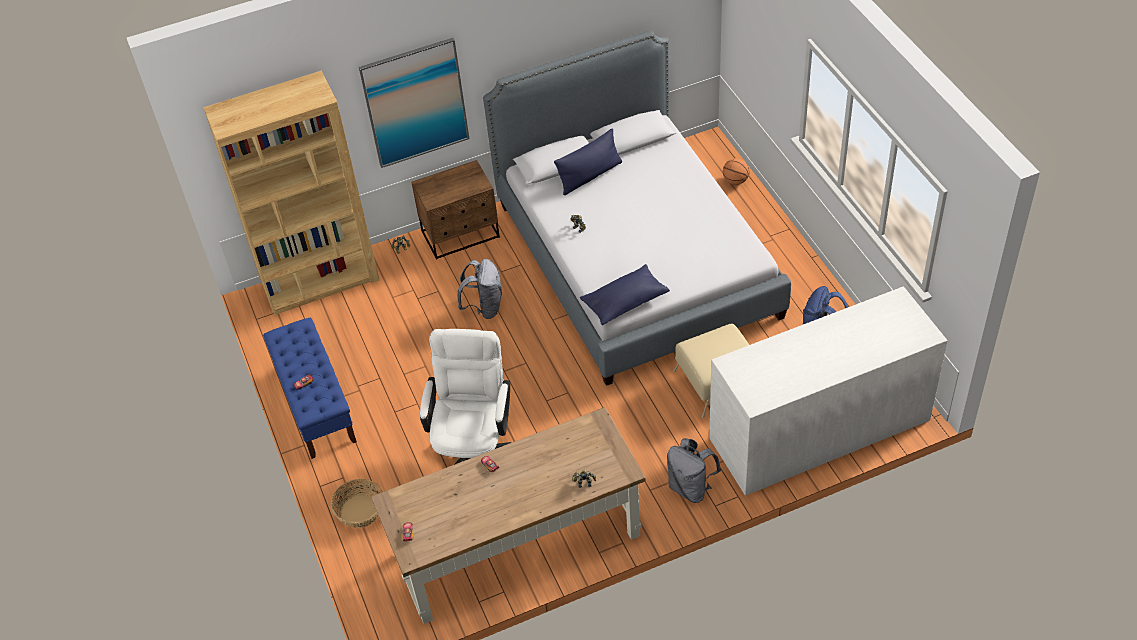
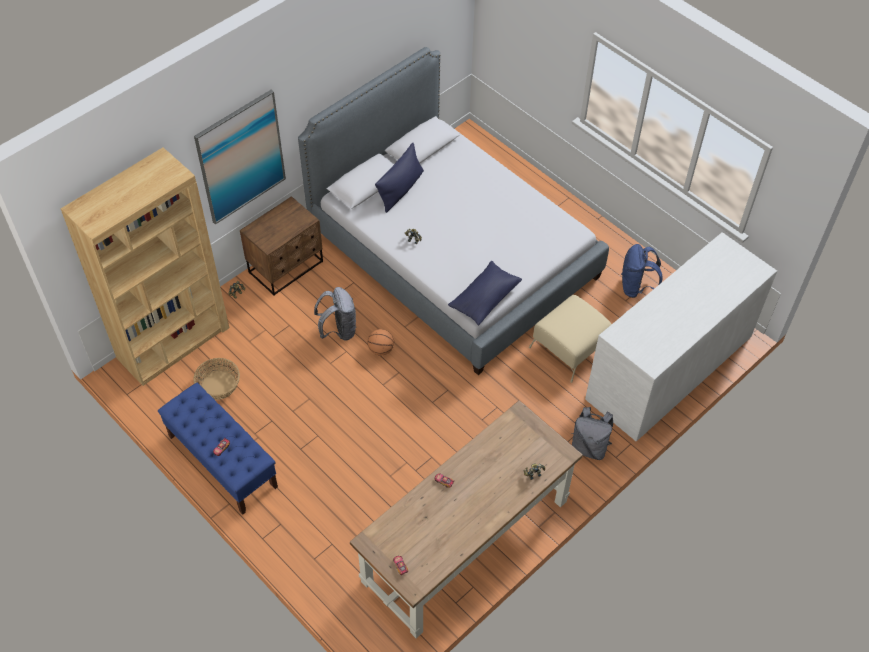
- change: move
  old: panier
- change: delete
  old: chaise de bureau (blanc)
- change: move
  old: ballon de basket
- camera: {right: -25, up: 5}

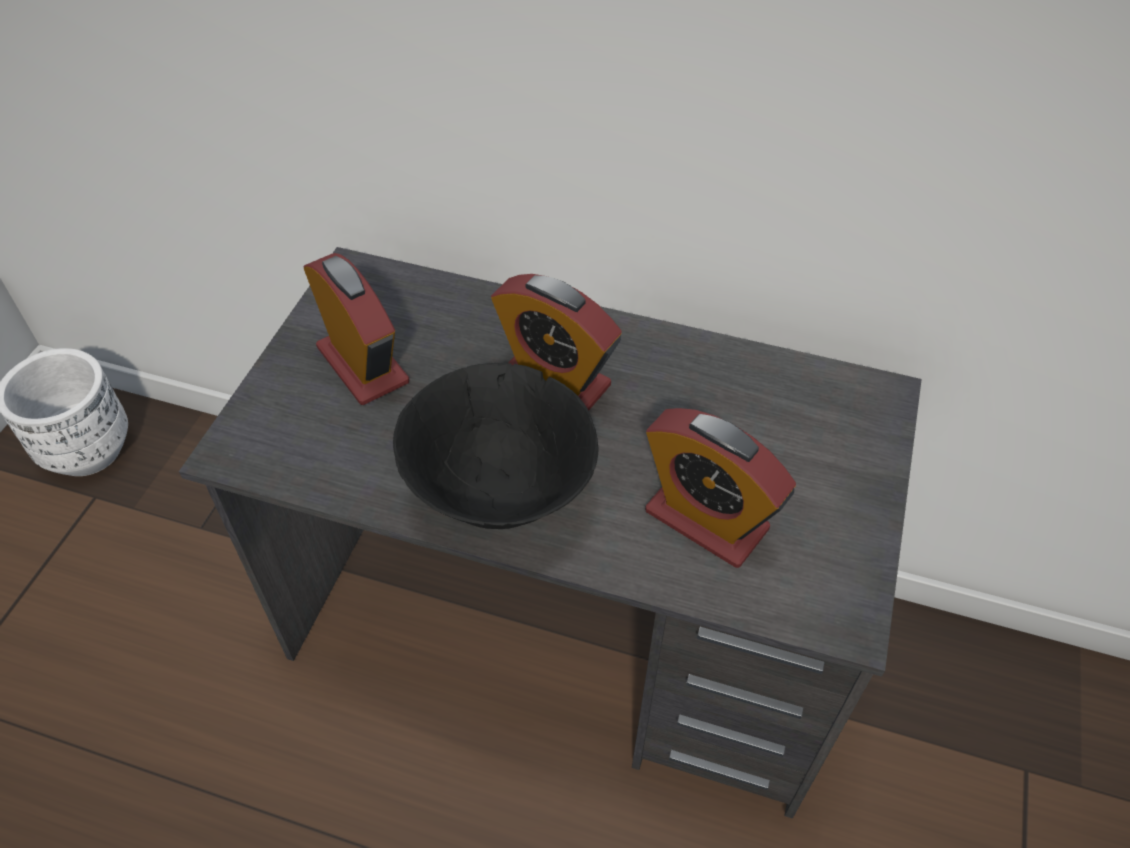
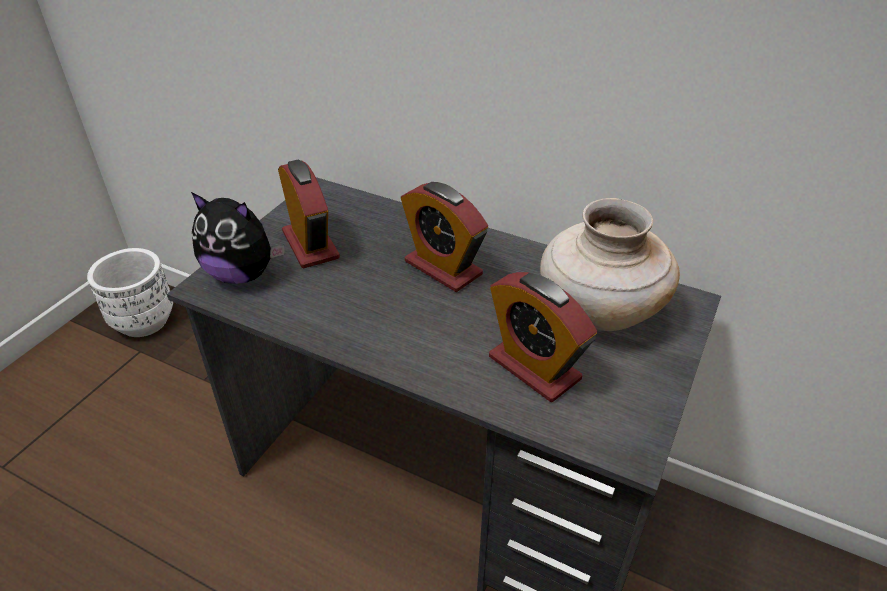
- change: delete
  old: bol (noir)
- change: insert
  new: peluche
- change: insert
  new: vase (beige)
- camera: {right: 10, up: -10}

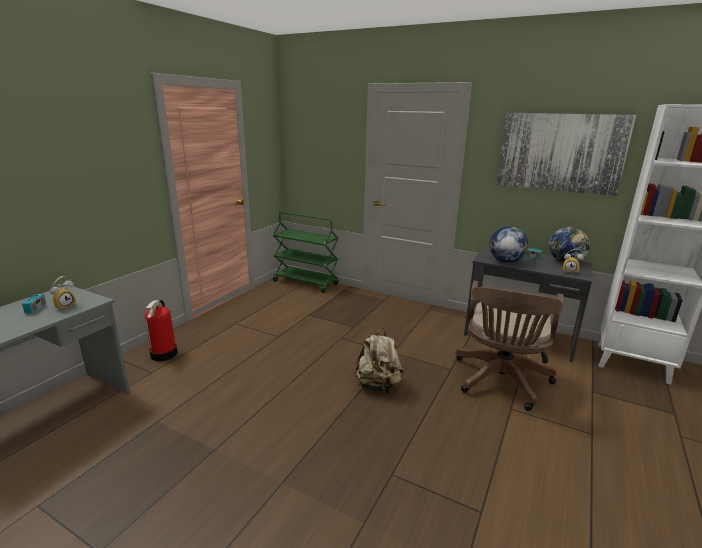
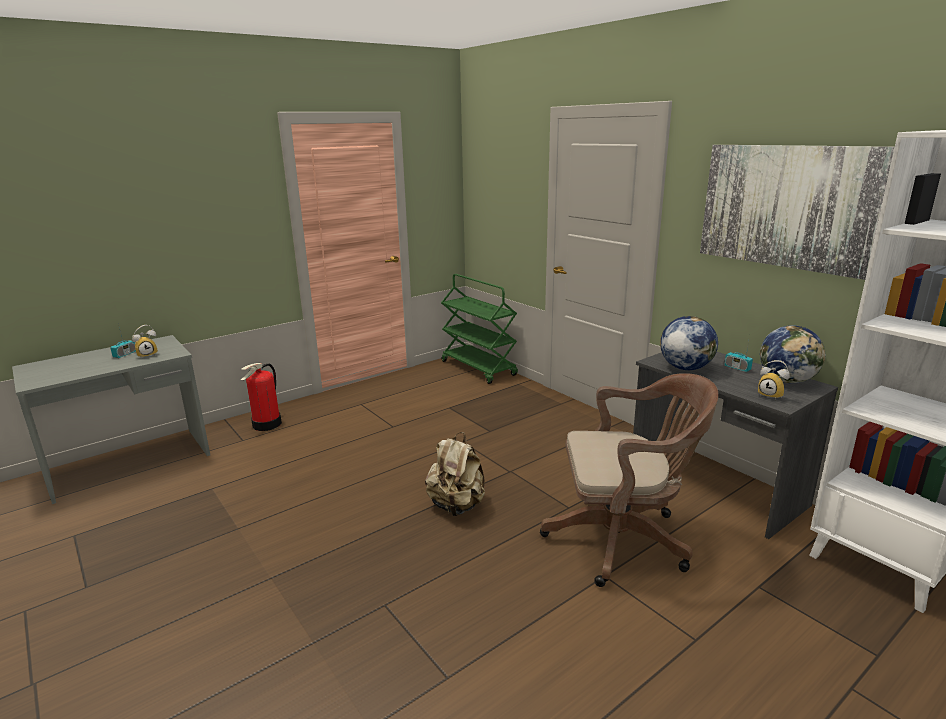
- change: rotate
  old: chaise de bureau (marron)
  degrees: -135
- camera: {right: 25, up: 0}

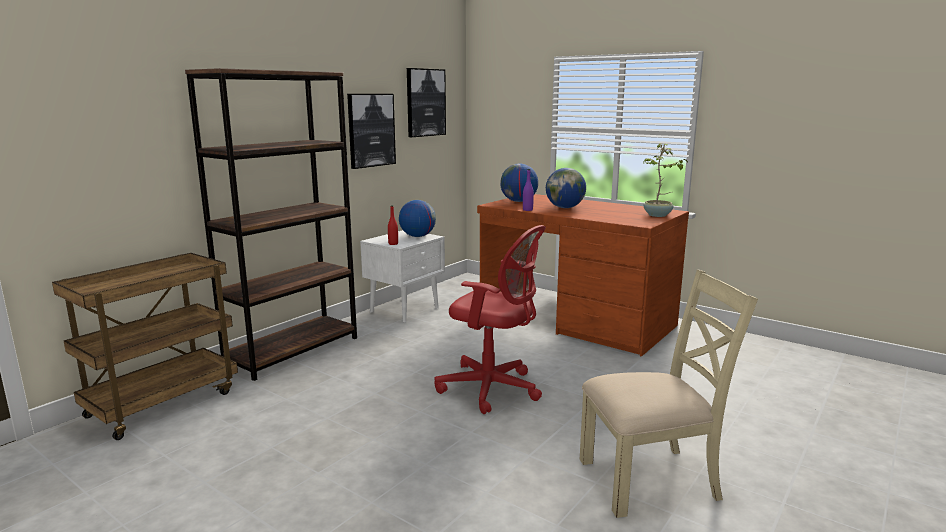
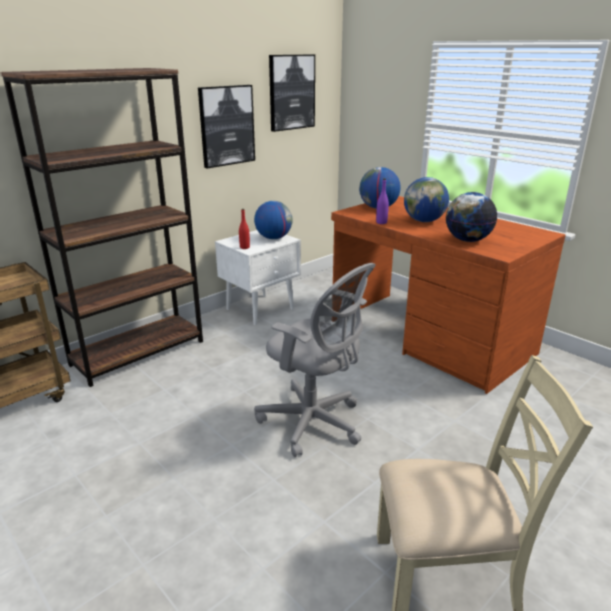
- change: recolor
  old: chaise de bureau (rouge)
  new: chaise de bureau (gris)
- change: delete
  old: plante en pot
- change: insert
  new: globe (4th from left)
- camera: {right: 10, up: 10}

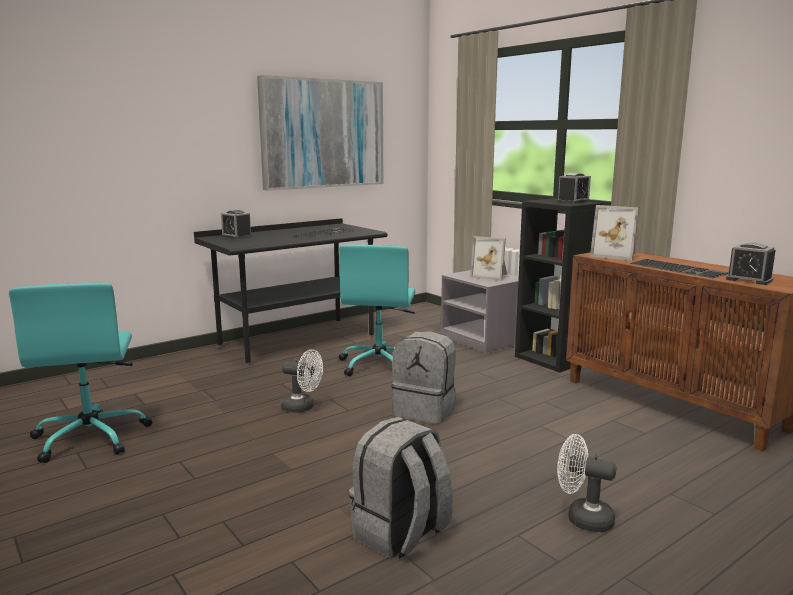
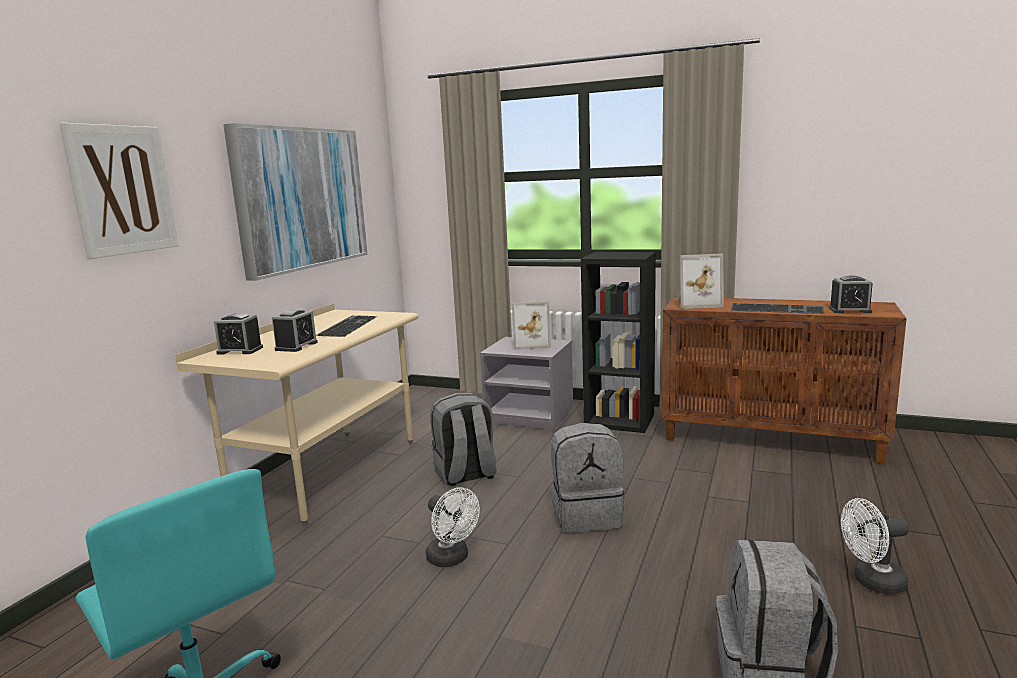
- change: recolor
  old: bureau (noir)
  new: bureau (beige)
- change: rotate
  old: ventilateur (blanc) (1st from left)
  degrees: 60
- change: replace
  old: chaise de bureau (turquoise) (2nd from left)
  new: sac à dos (gris) (1st from left)
- change: move
  old: réveil (2nd from left)
- change: insert
  new: tableau (1st from left)
- camera: {right: -30, up: 0}

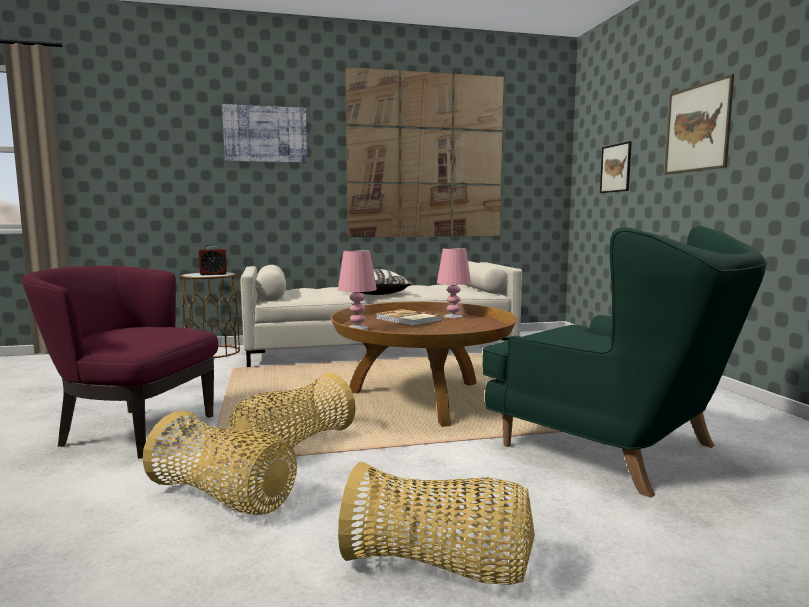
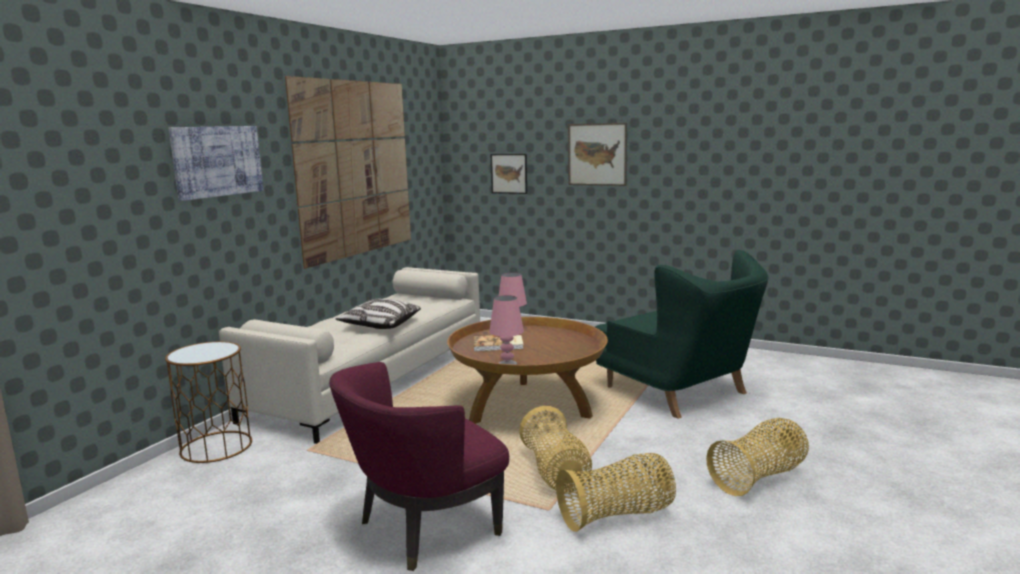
- change: delete
  old: réveil
- change: rotate
  old: fauteuil (vert)
  degrees: 60
- camera: {right: -50, up: 5}

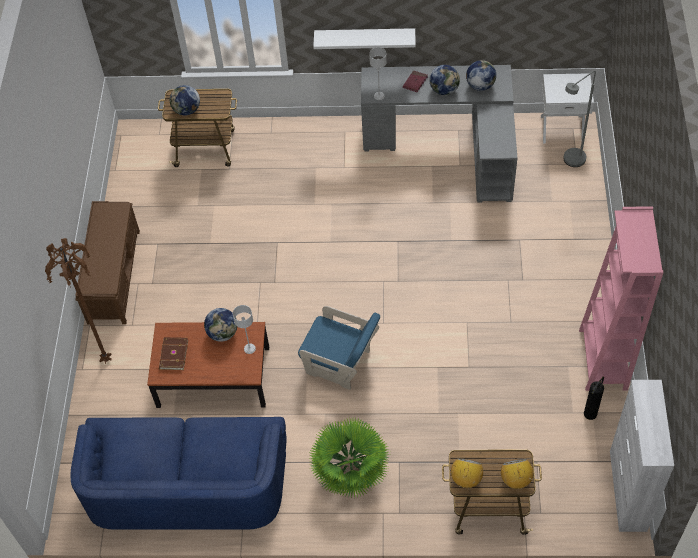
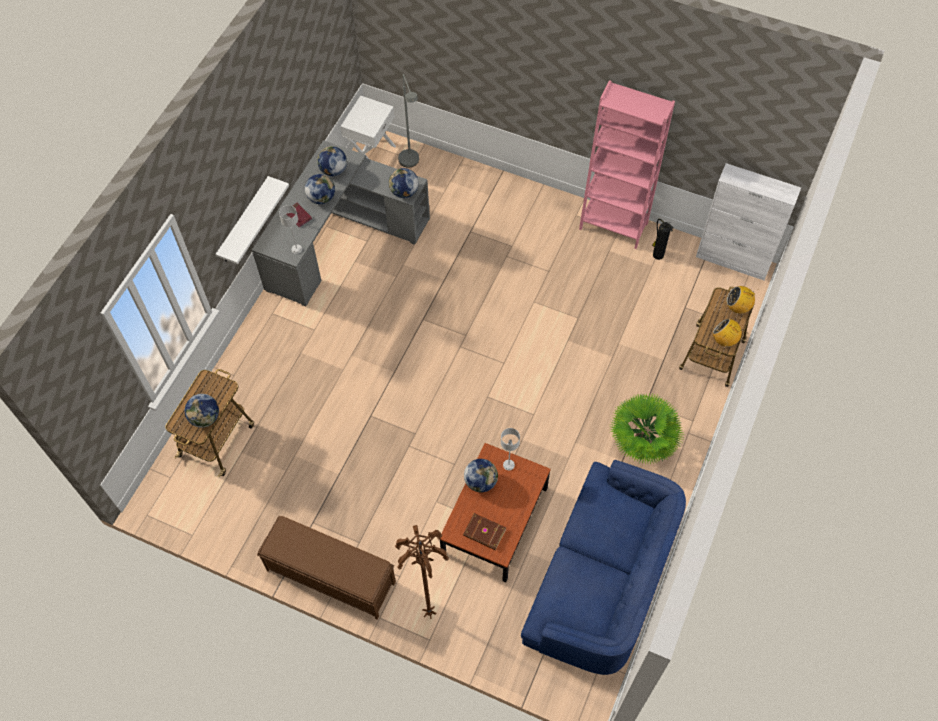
- change: delete
  old: fauteuil (bleu)
- change: insert
  new: globe (4th from left)
- camera: {right: -70, up: 5}

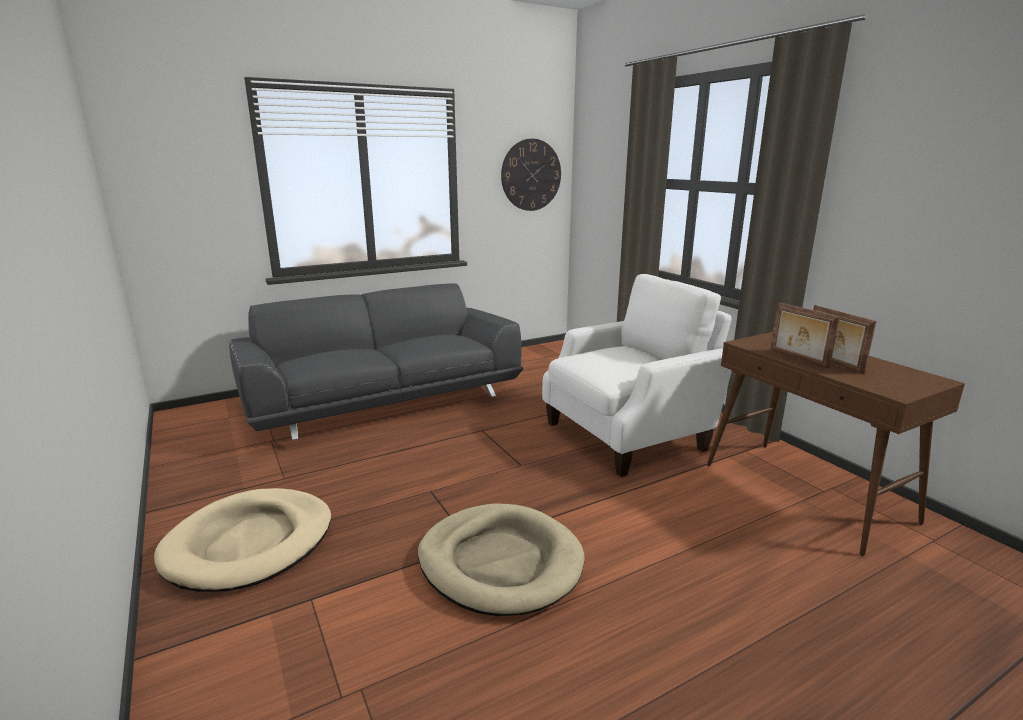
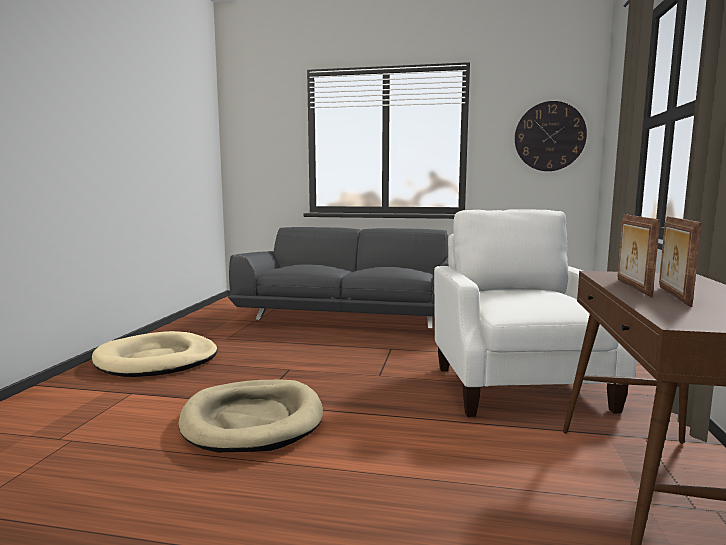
- change: rotate
  old: fauteuil (blanc)
  degrees: -105
- camera: {right: 40, up: -10}

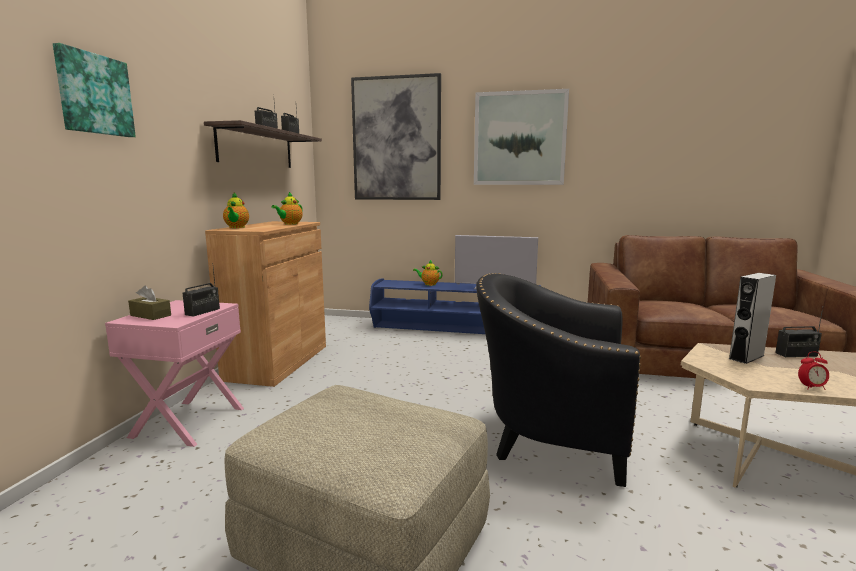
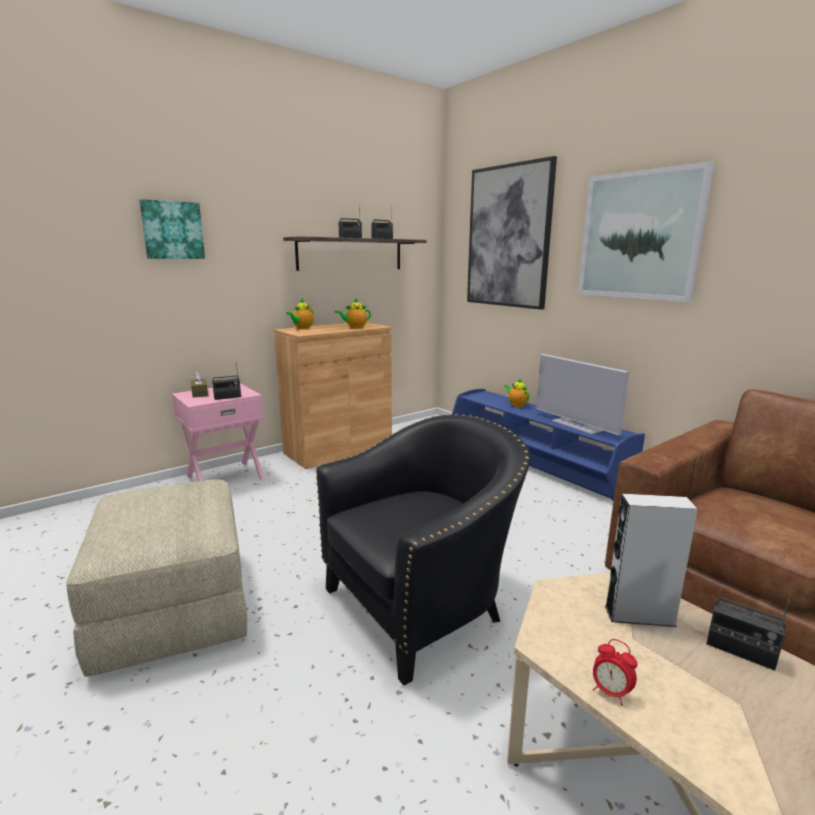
- change: rotate
  old: fauteuil (noir)
  degrees: 90
- camera: {right: 40, up: 5}

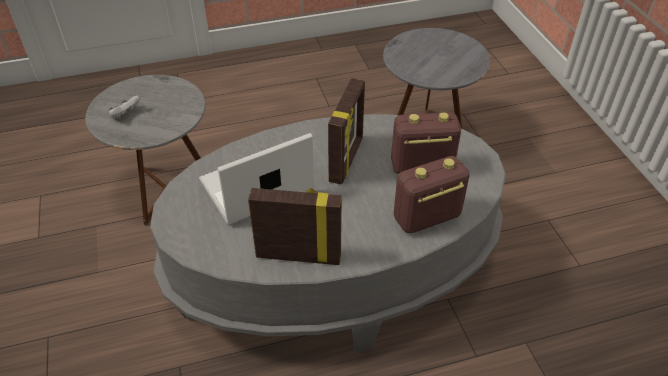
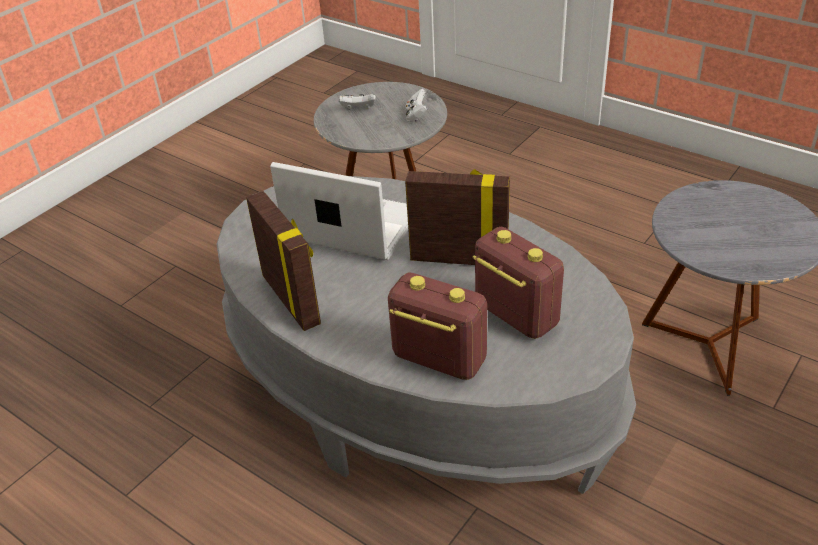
- change: rotate
  old: cadre photo (2nd from left)
  degrees: -150
- change: insert
  new: manette (blanc) (2nd from left)
- camera: {right: 55, up: -5}

